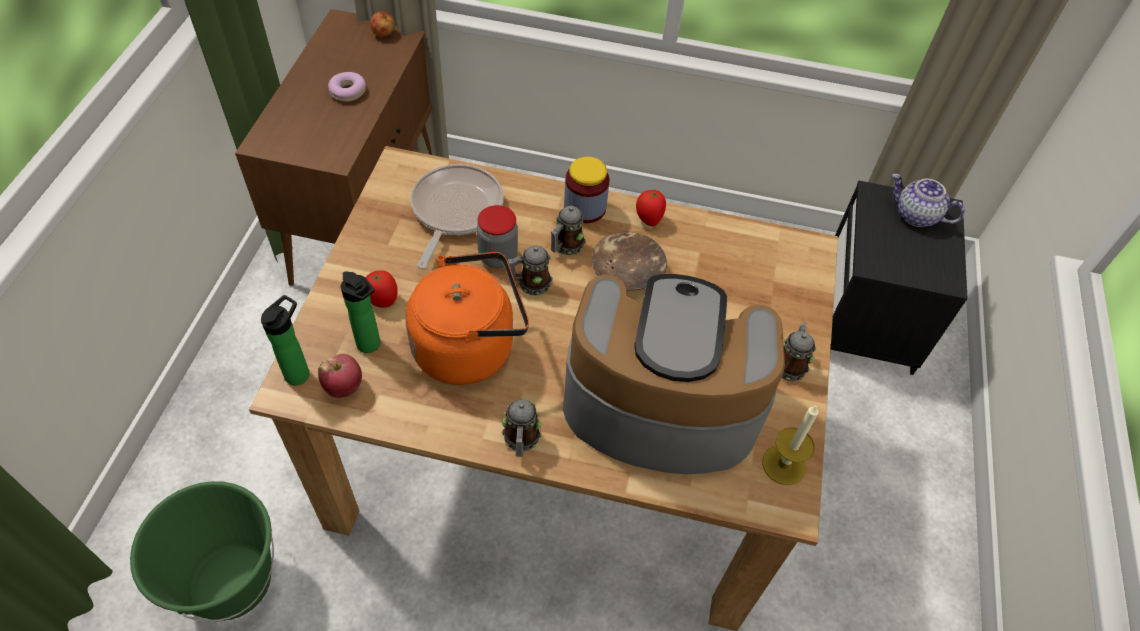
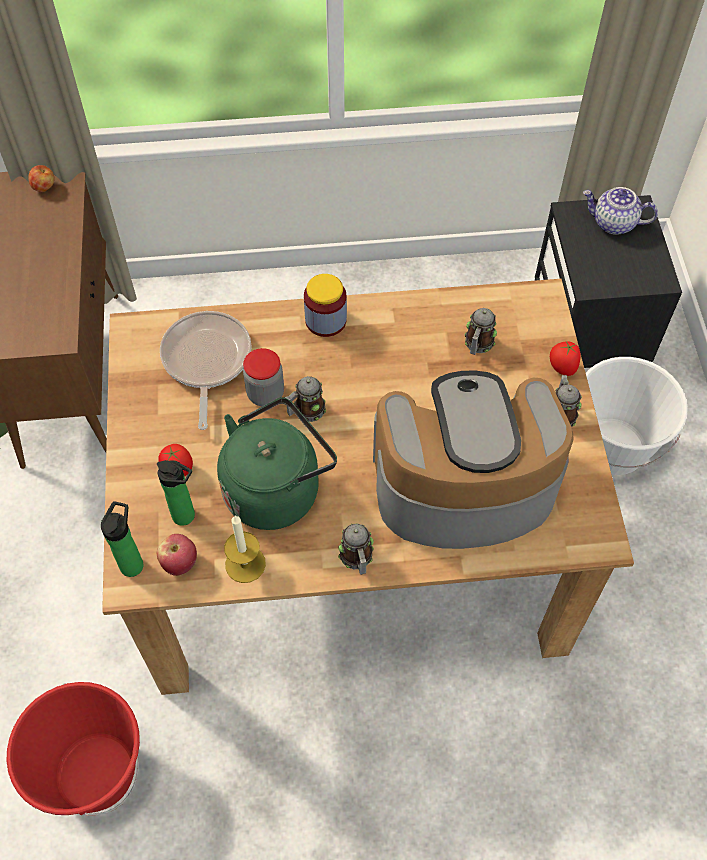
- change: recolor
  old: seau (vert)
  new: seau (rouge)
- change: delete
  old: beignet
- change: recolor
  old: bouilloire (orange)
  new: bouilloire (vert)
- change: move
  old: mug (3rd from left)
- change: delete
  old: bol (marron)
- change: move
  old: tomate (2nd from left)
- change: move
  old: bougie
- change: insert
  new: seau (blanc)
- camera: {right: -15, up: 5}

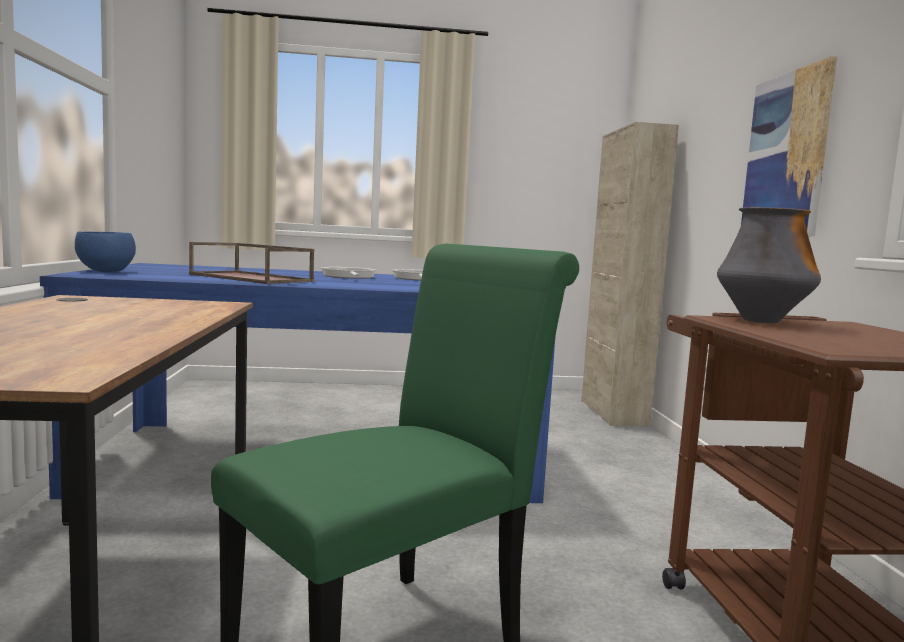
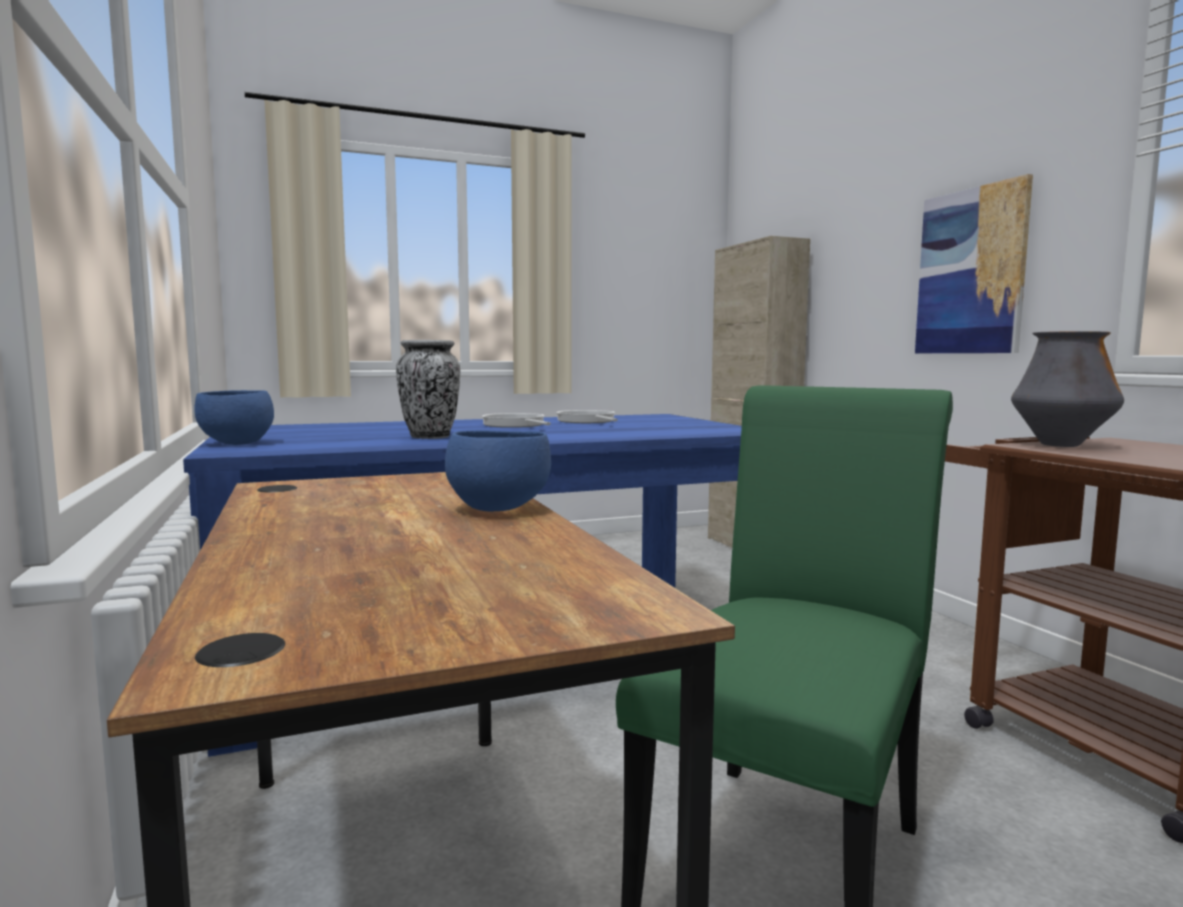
- change: replace
  old: plateau (marron)
  new: vase (1st from left)
- change: insert
  new: bol (bleu) (2nd from left)
- camera: {right: -15, up: 0}

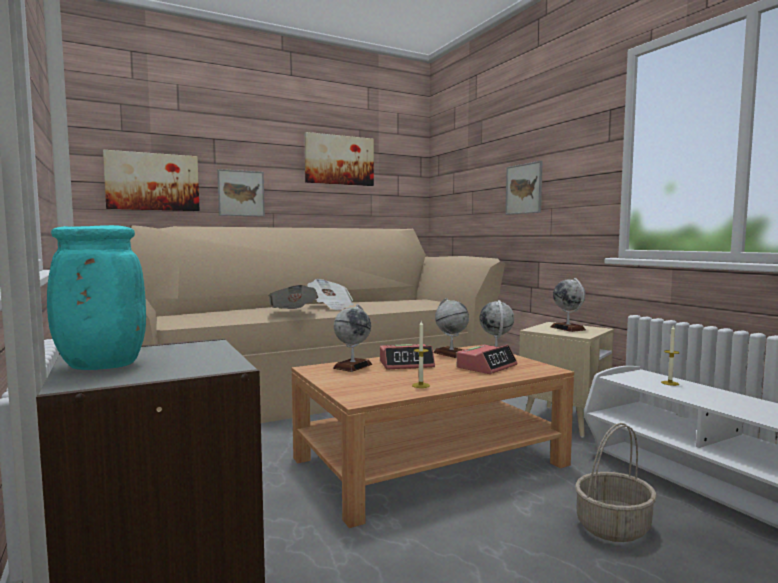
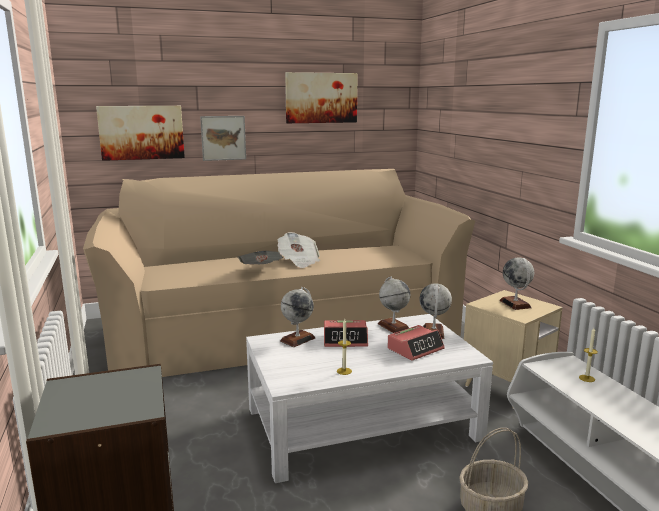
- change: delete
  old: vase (turquoise)
- change: recolor
  old: table basse (marron)
  new: table basse (blanc)
- change: delete
  old: tableau (4th from left)
- camera: {right: 10, up: 10}

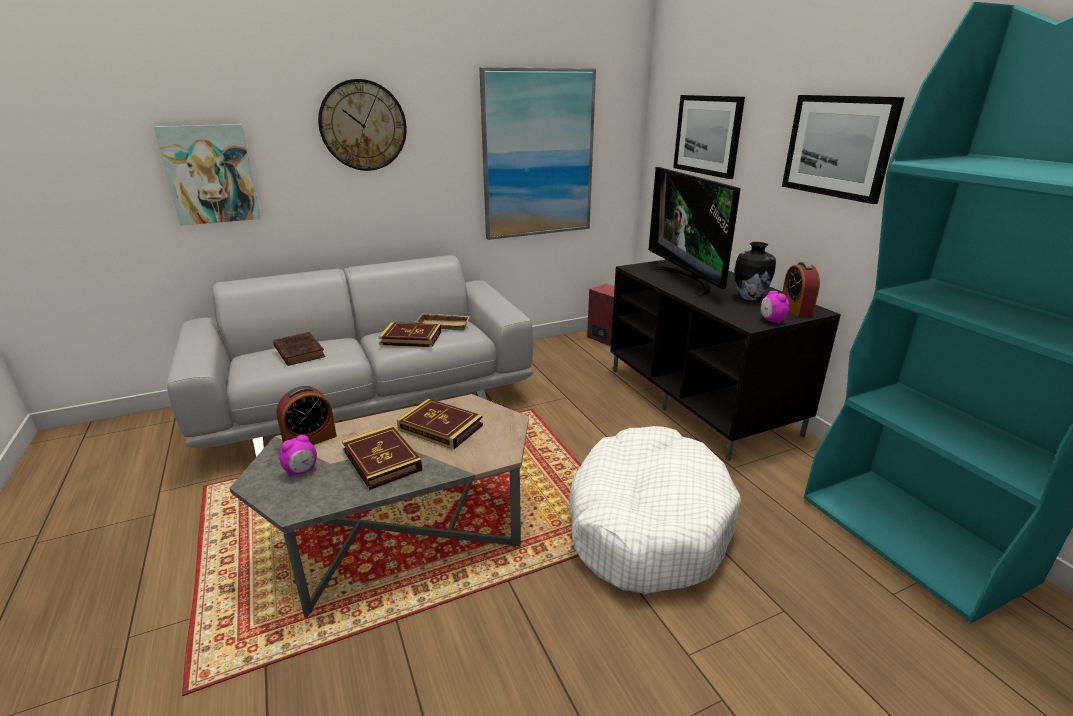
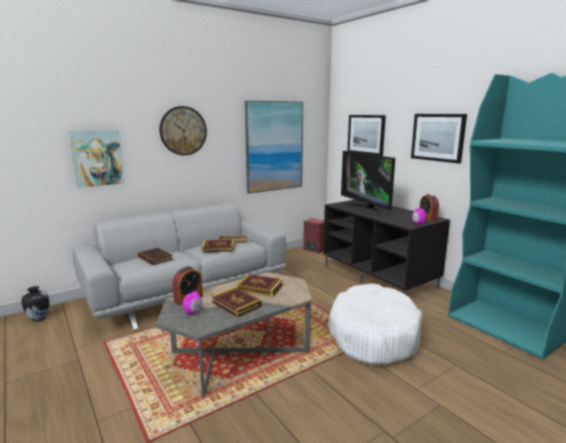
- change: move
  old: vase
- camera: {right: -10, up: -10}

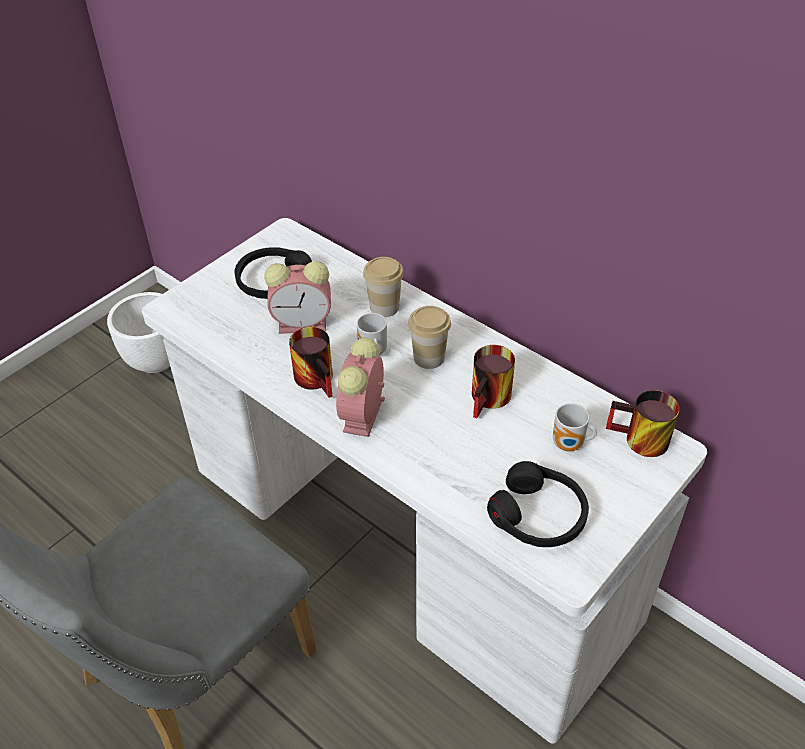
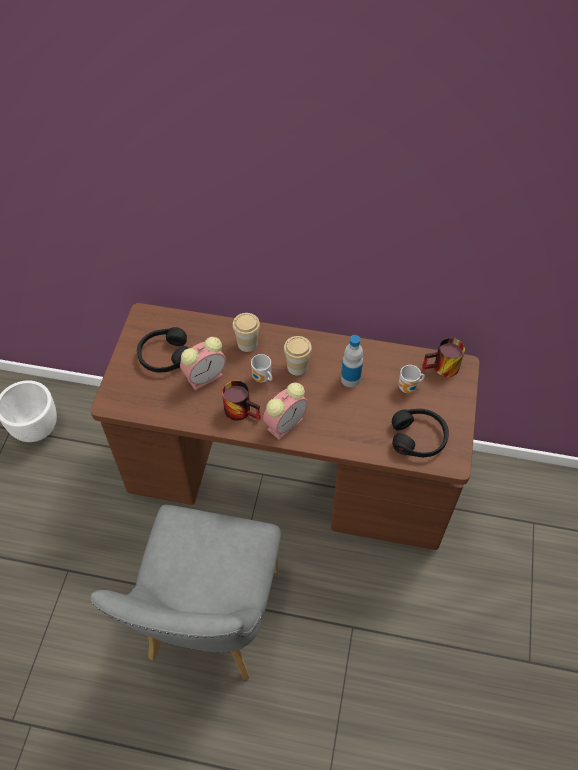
- change: recolor
  old: bureau (blanc)
  new: bureau (marron)
- change: rotate
  old: réveil (2nd from left)
  degrees: -120
- change: replace
  old: mug (3rd from left)
  new: bouteille
- camera: {right: -30, up: 10}

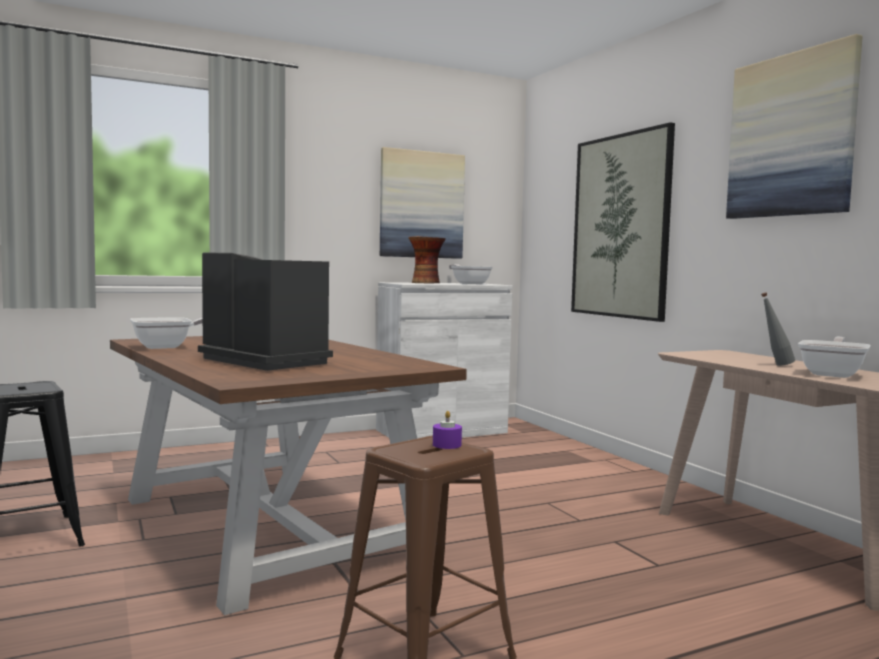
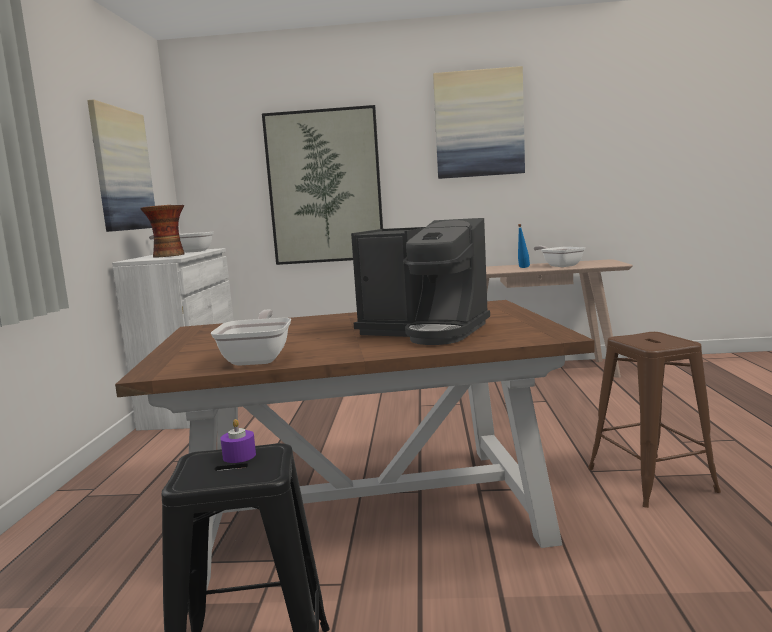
- change: rotate
  old: machine à café
  degrees: -135
- change: move
  old: bougie (violet)
- change: recolor
  old: bouteille (gris)
  new: bouteille (bleu)
- camera: {right: -60, up: 5}

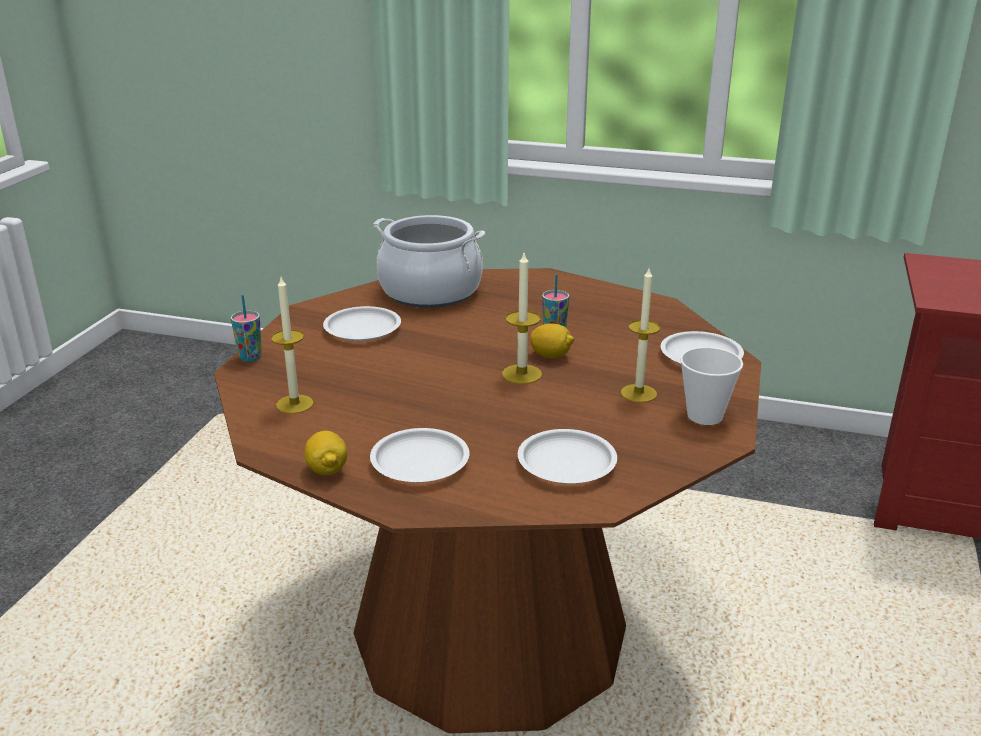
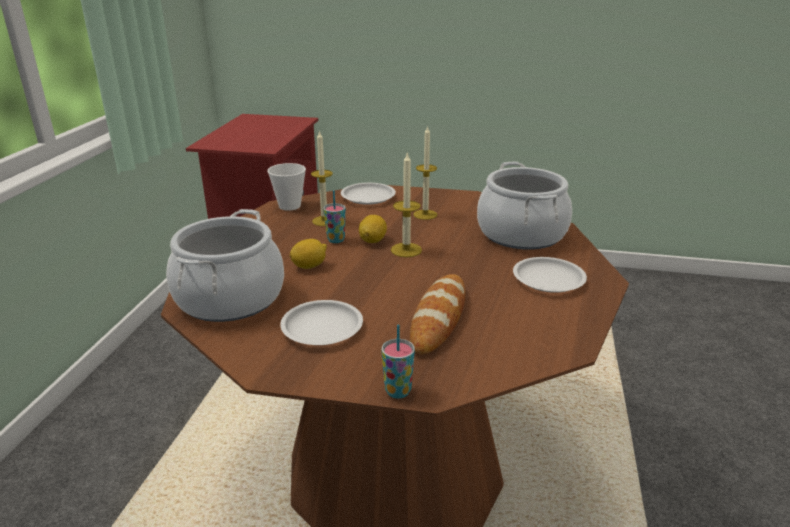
- change: move
  old: bougie (1st from left)
- change: move
  old: citron (1st from left)
- change: replace
  old: assiette (blanc) (3rd from left)
  new: marmite (2nd from left)
- change: move
  old: tasse (3rd from left in the first image)
  new: tasse (1st from left)
- change: insert
  new: pain
- camera: {right: -95, up: 0}

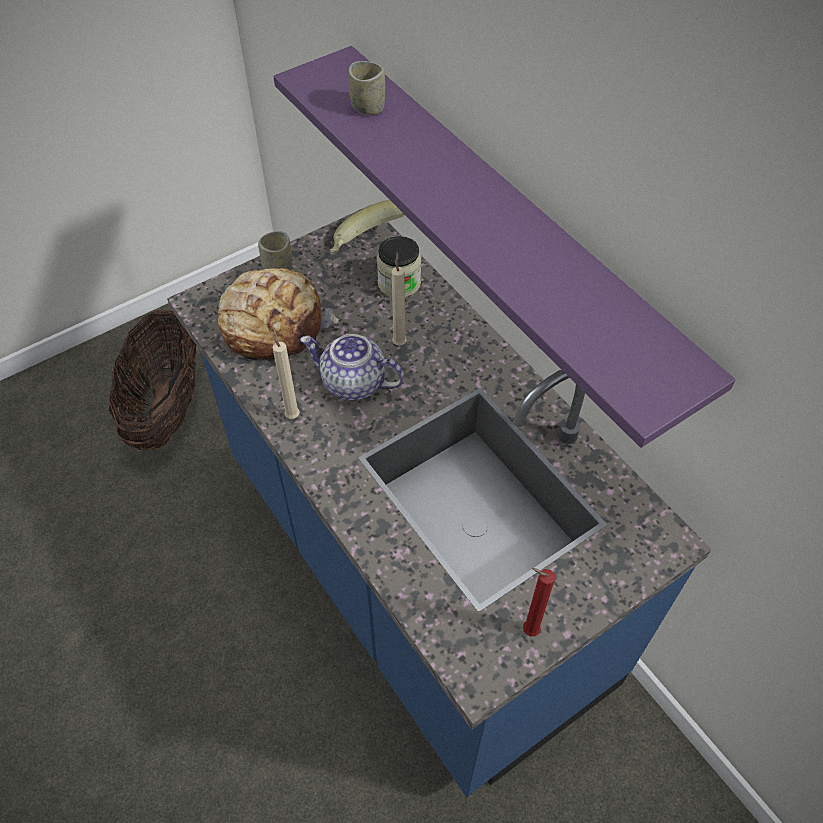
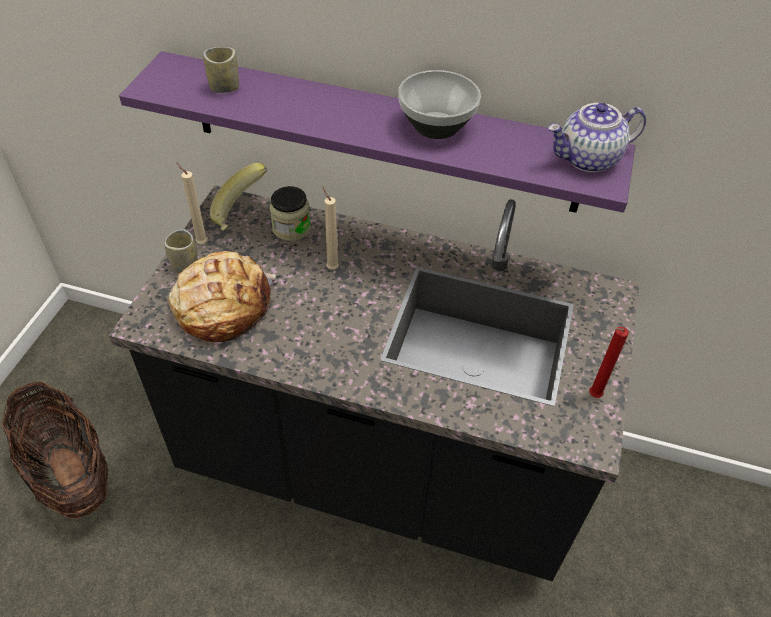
- change: recolor
  old: comptoir de cuisine (bleu)
  new: comptoir de cuisine (noir)
- change: move
  old: bougie (beige) (1st from left)
- change: move
  old: théière
- change: insert
  new: bol
- camera: {right: -40, up: -5}

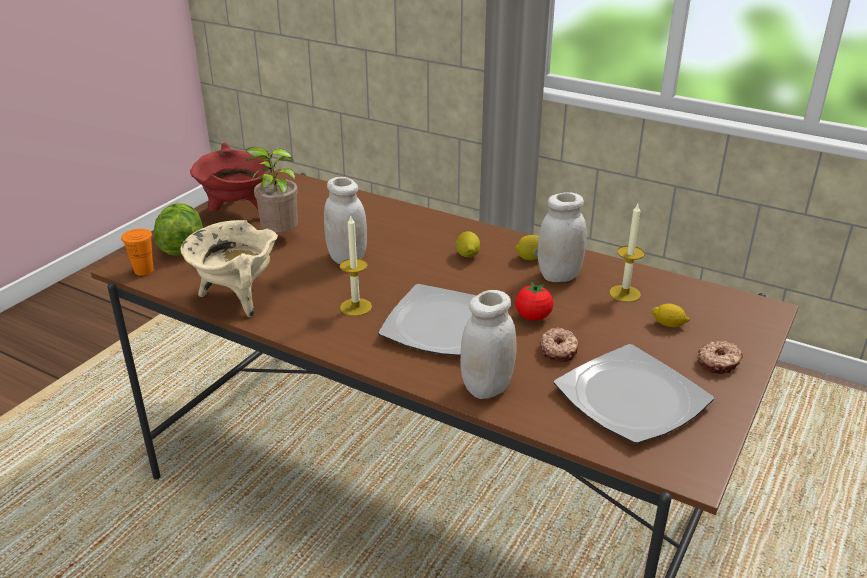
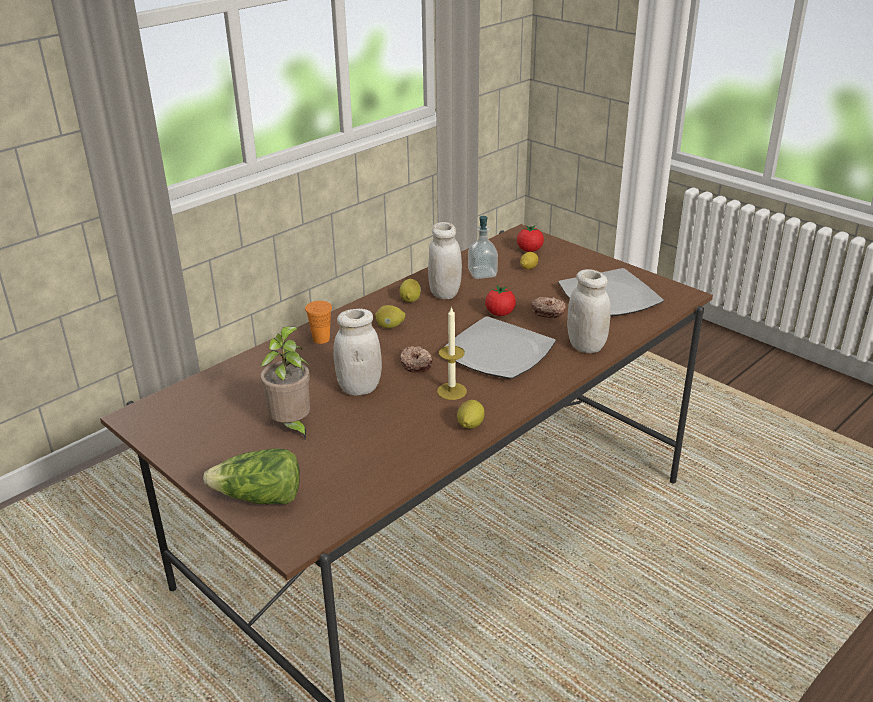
- change: move
  old: tasse (orange)
- change: delete
  old: marmite (beige)
- change: delete
  old: marmite (rouge)
- change: replace
  old: bougie (2nd from left)
  new: distributeur de savon
- change: move
  old: beignet (2nd from left in the first image)
  new: beignet (1st from left)
- change: insert
  new: citron (3rd from left)
- change: insert
  new: tomate (2nd from left)
- camera: {right: -75, up: 0}

